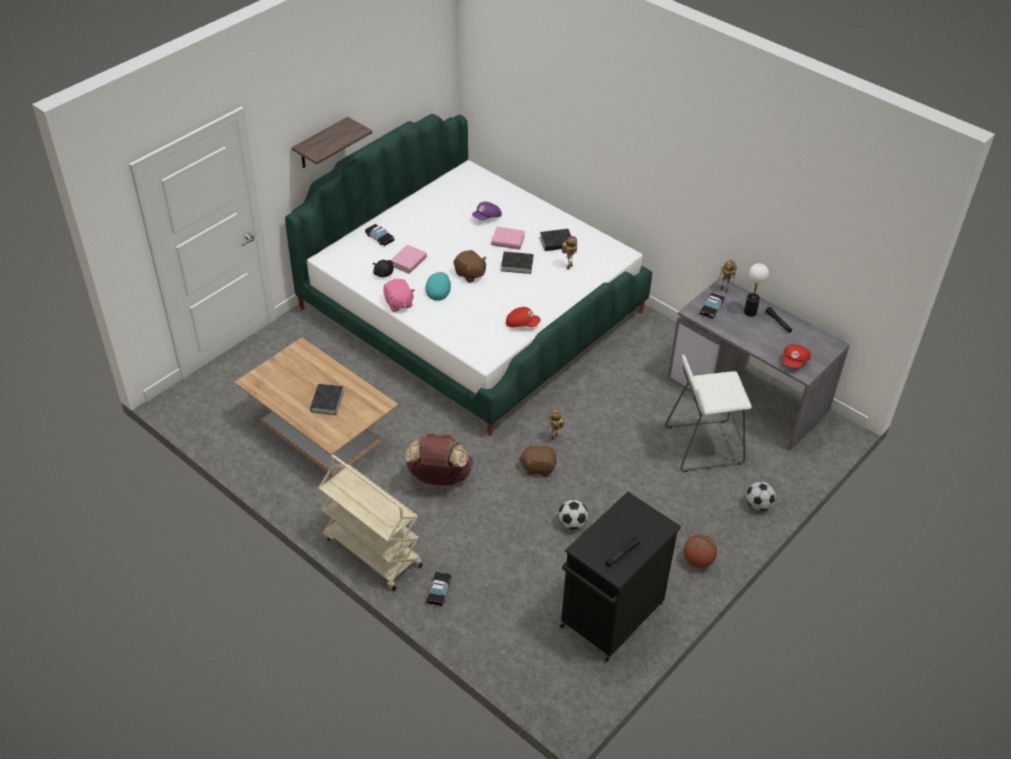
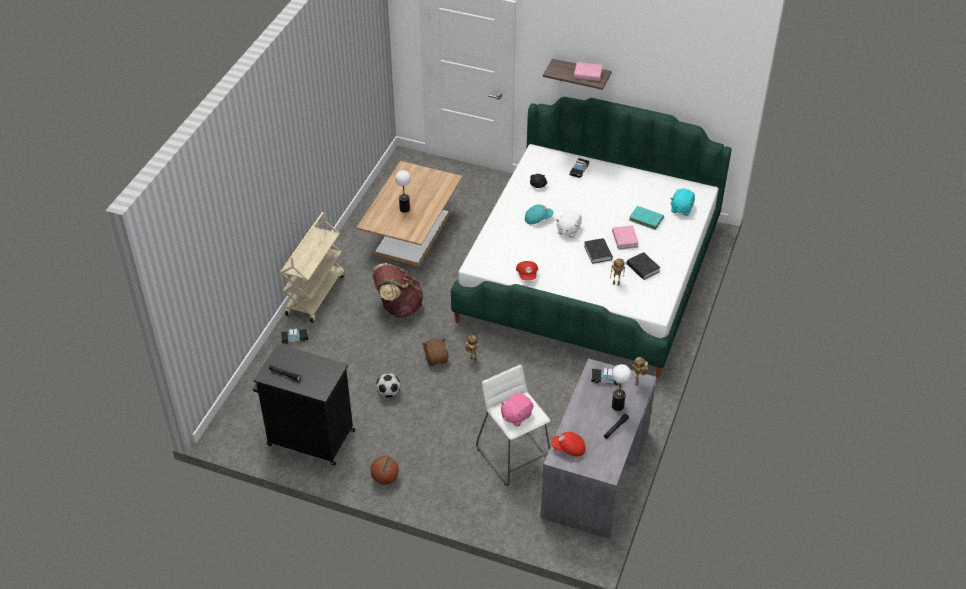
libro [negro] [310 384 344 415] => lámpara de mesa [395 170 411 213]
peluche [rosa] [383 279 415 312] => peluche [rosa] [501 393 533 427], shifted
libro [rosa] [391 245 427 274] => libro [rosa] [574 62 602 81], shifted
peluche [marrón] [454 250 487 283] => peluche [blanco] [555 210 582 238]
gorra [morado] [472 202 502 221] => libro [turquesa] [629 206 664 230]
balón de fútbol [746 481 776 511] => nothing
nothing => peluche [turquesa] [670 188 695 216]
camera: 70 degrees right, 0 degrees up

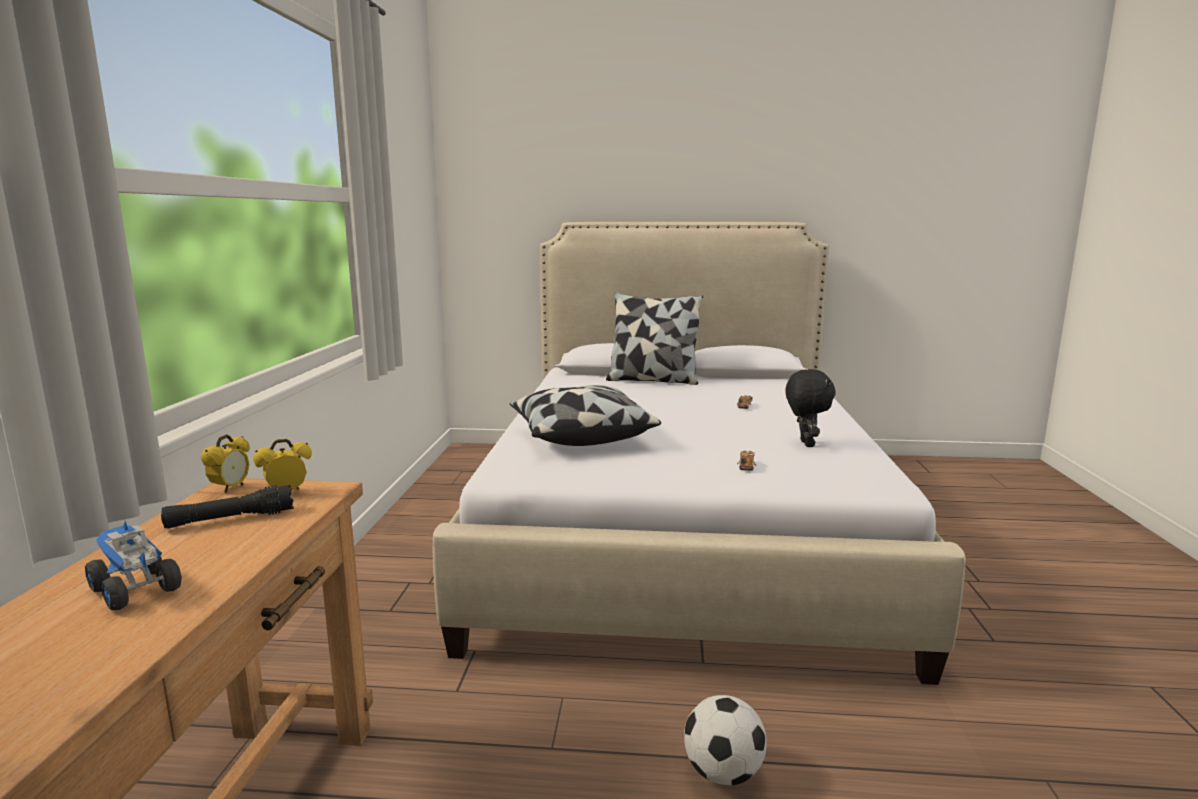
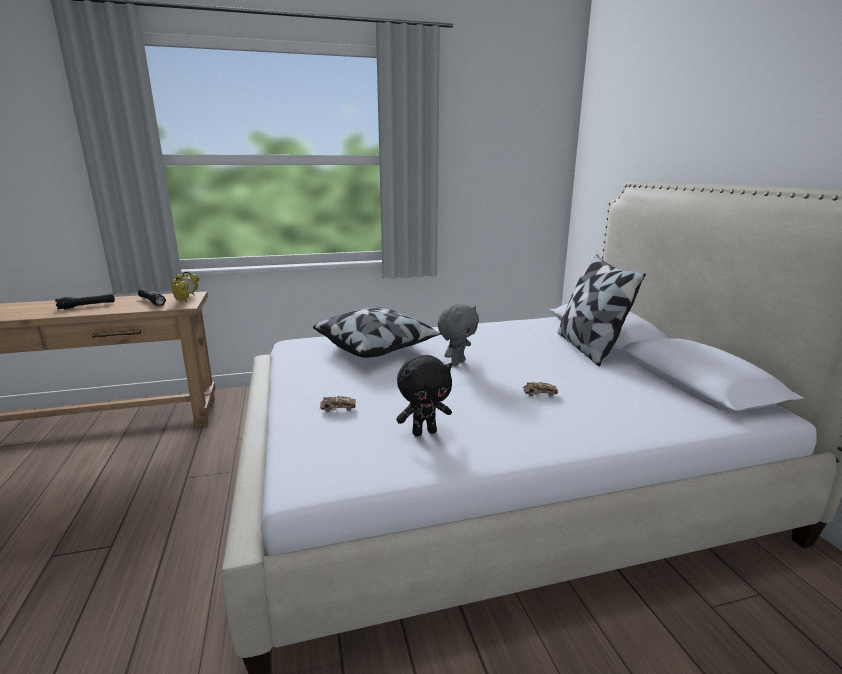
camión de juguete [85 520 182 611] => linterna [negro] [55 294 115 309]
balón de fútbol [684 695 767 785] => nothing
nothing => peluche [gris] [437 304 479 366]
camera: 70 degrees right, 5 degrees up

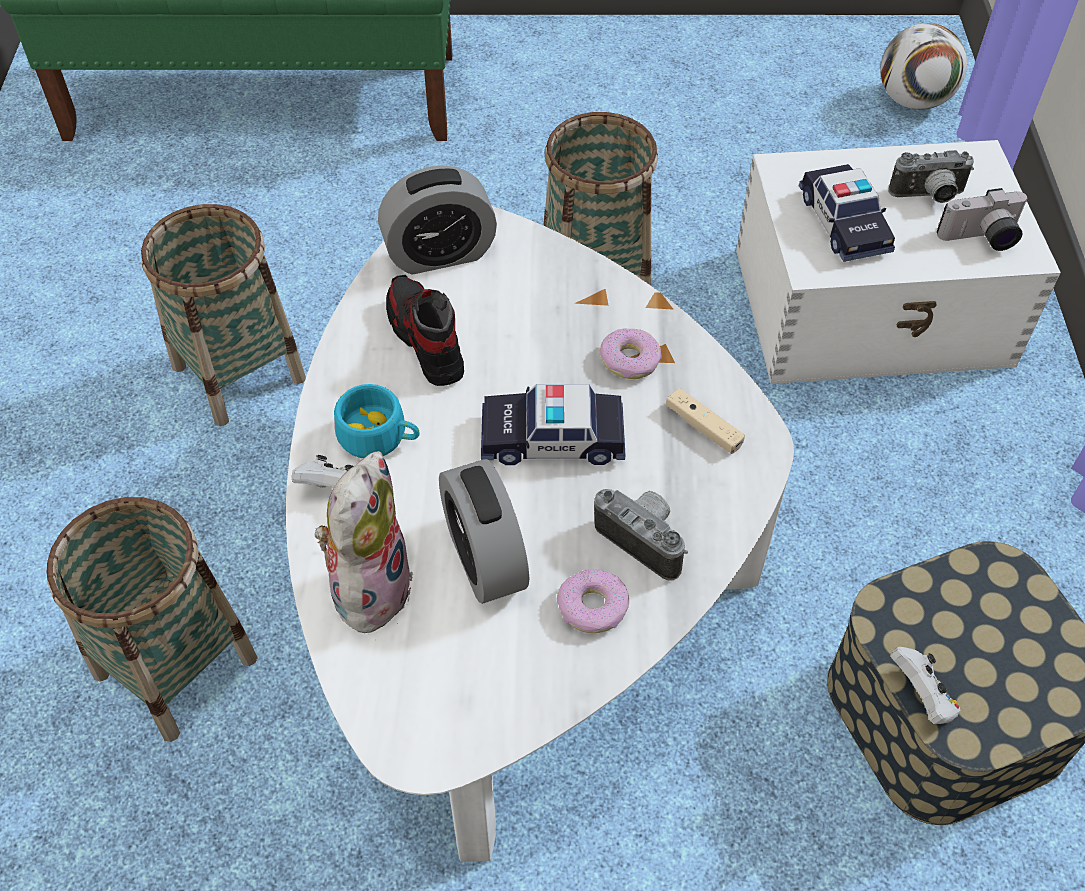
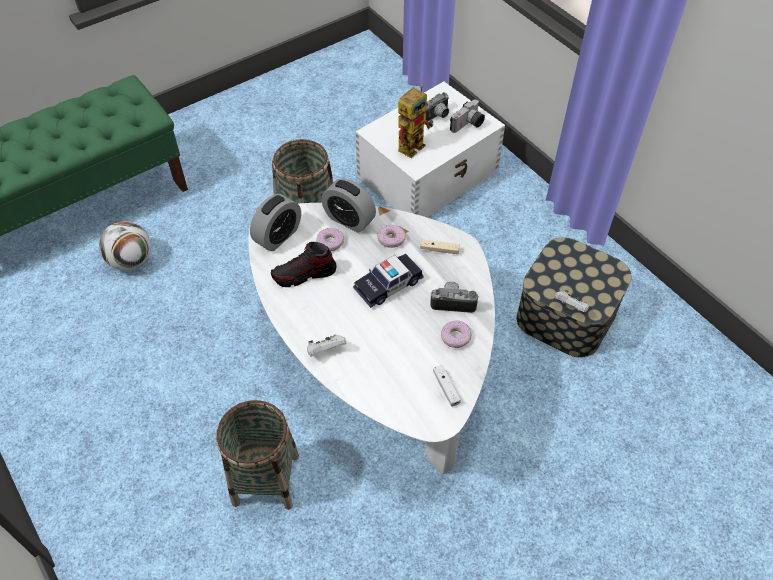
cesta [141 204 306 426] => nothing
peluche [315 451 413 635] => nothing
taza [turquesa] [334 384 419 458] => nothing
zapato [386 275 464 386] => zapato [271 242 337 287], 45 degrees counterclockwise
despertador [439 459 529 604] => despertador [321 179 376 233], shifted
coche de juguete [799 164 895 262] => robot de juguete [398 85 434 158]
balón de fútbol [880 23 967 110] => balón de fútbol [99 221 151 271], shifted
nothing => rosquilla [316 227 344 251]
nothing => mando de consola [blanco] [433 365 461 406]
camera: 35 degrees left, 0 degrees up

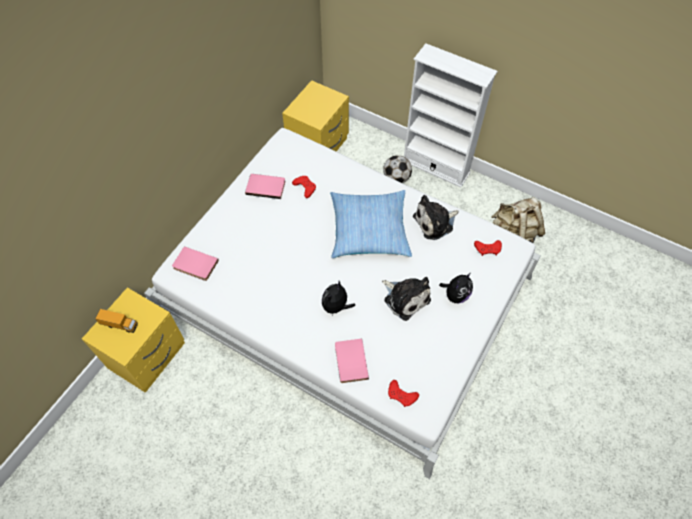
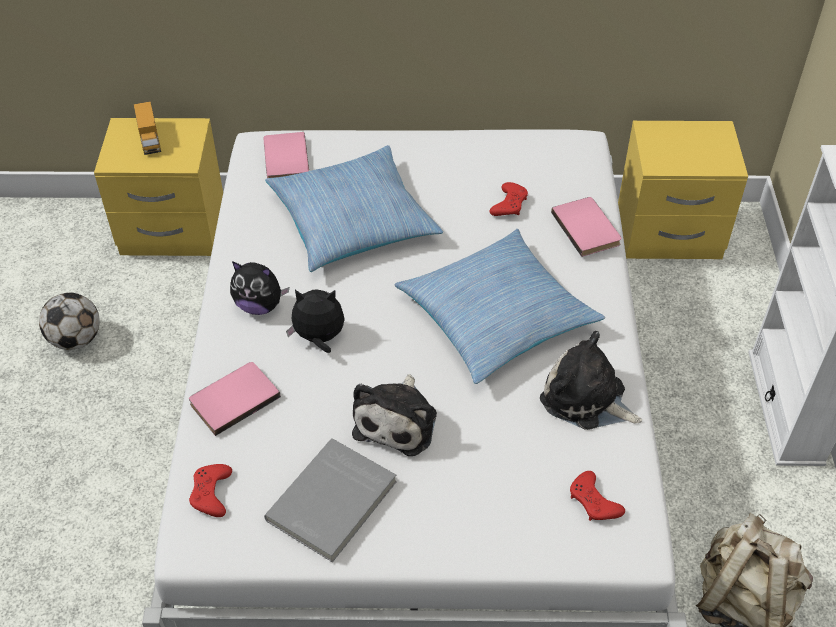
libro [rosa] [245 174 285 199] => libro [rosa] [551 197 621 257], shifted
balón de fútbol [383 155 412 183] => balón de fútbol [39 292 99 350], shifted
peluche [439 273 473 304] => peluche [230 261 289 315], shifted
nothing => libro [gris] [264 438 397 562]
nothing => cojín [265 145 443 272]
camera: 60 degrees right, 10 degrees down

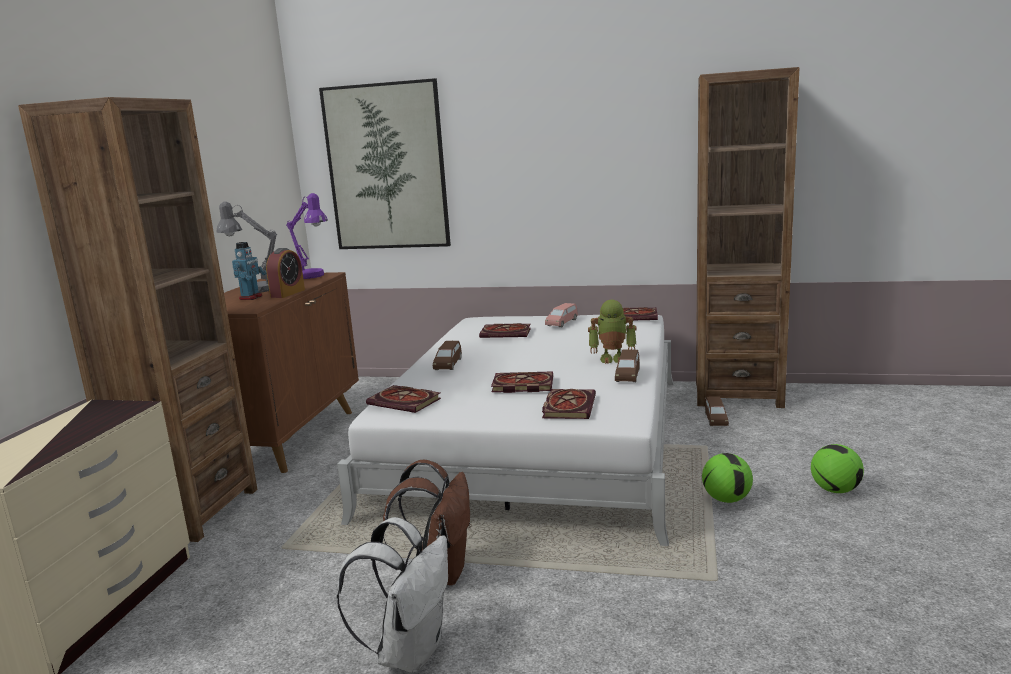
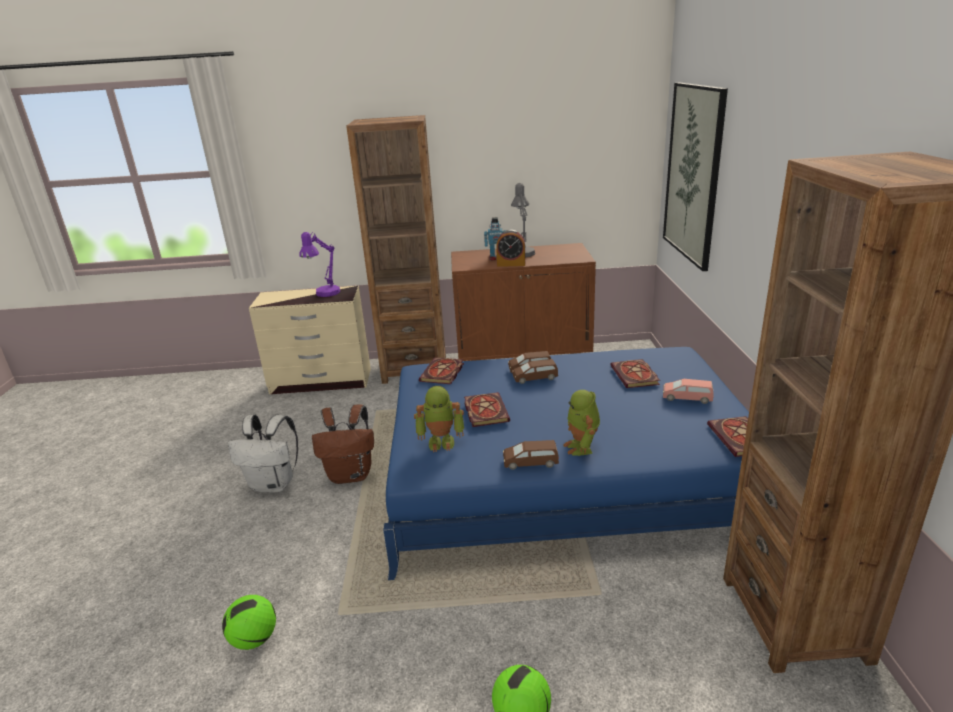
lámpara de mesa [morado] [286 193 328 279] => lámpara de mesa [morado] [299 232 340 297], shifted
cama [blanco] [337 315 674 546] => cama [azul] [383 347 749 580]
libro [542 389 596 419] => robot de juguete [414 386 464 452]
balón de fútbol [702 453 753 503] => balón de fútbol [222 595 276 650], shifted
coche de juguete [marrón] [705 396 729 426] => coche de juguete [marrón] [512 359 558 384], shifted
camera: 75 degrees right, 10 degrees up

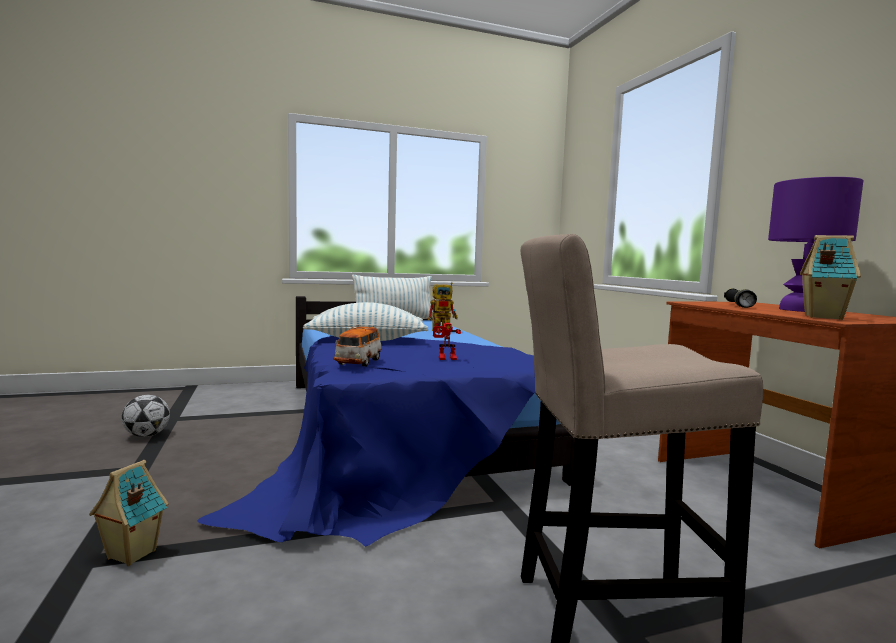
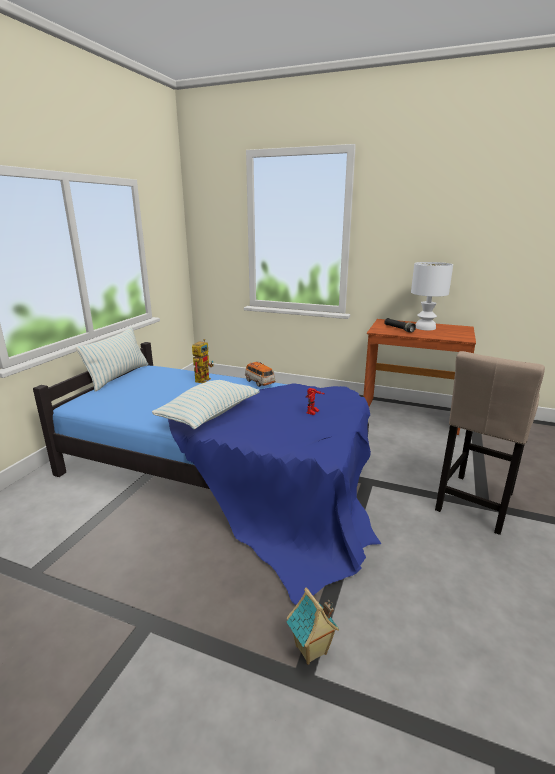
balón de fútbol [122 395 170 437] => nothing
coche de juguete [334 324 382 367] => coche de juguete [245 361 276 387], shifted
lámpara de mesa [morado] [768 177 863 312] => lámpara de mesa [blanco] [411 262 453 330]
casita [800 235 861 320] => nothing
camera: 50 degrees left, 15 degrees up

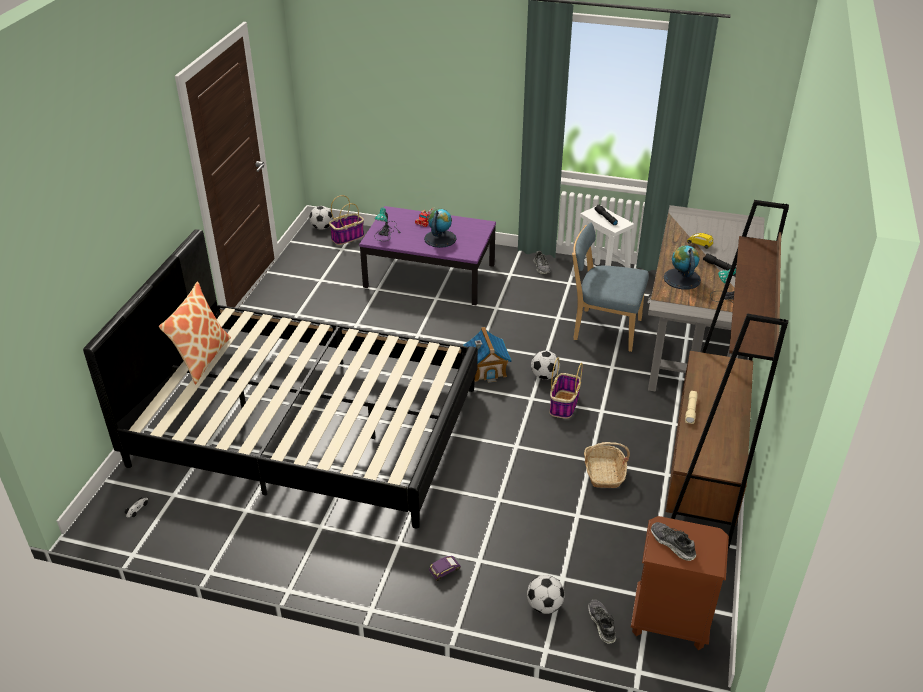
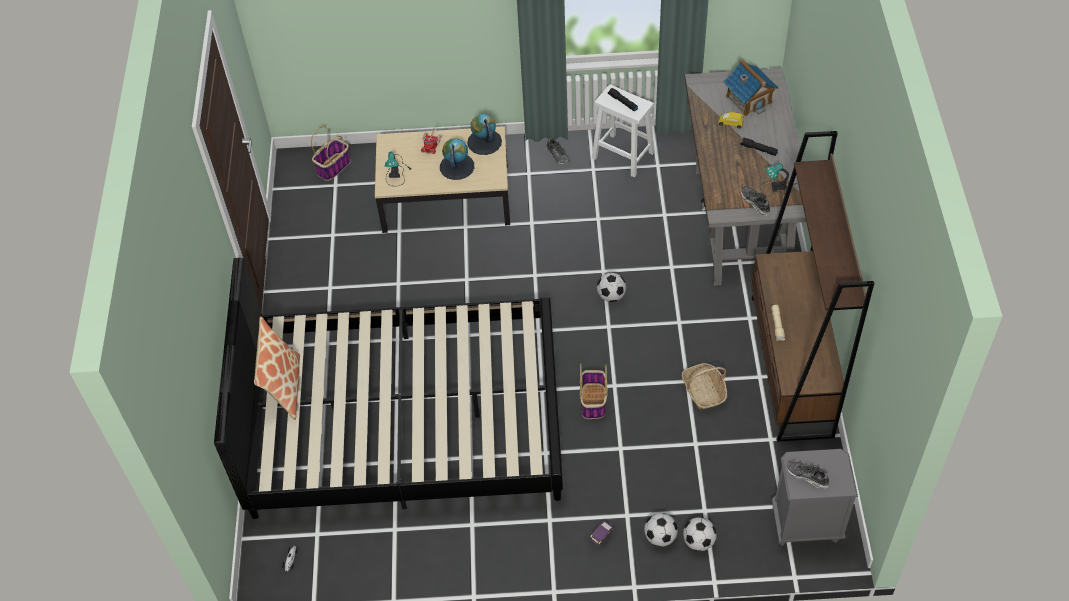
balón de fútbol [309 206 333 230] => balón de fútbol [644 513 678 547], shifted
mesa de centro [morado] [359 206 496 305] => mesa de centro [beis] [375 126 510 233]
casita [463 327 512 383] => casita [724 59 778 116], shifted
cesta [550 357 583 418] => cesta [580 363 607 419], shifted
silla [azul] [572 223 649 352] => nothing
zapato [588 599 616 644] => zapato [741 186 771 216], shifted
mesita de noche [marrón] [631 516 729 650] => mesita de noche [gris] [772 449 858 546]
globo terráqueo [664 245 701 289] => globo terráqueo [467 114 502 155], shifted
camera: 15 degrees left, 15 degrees up

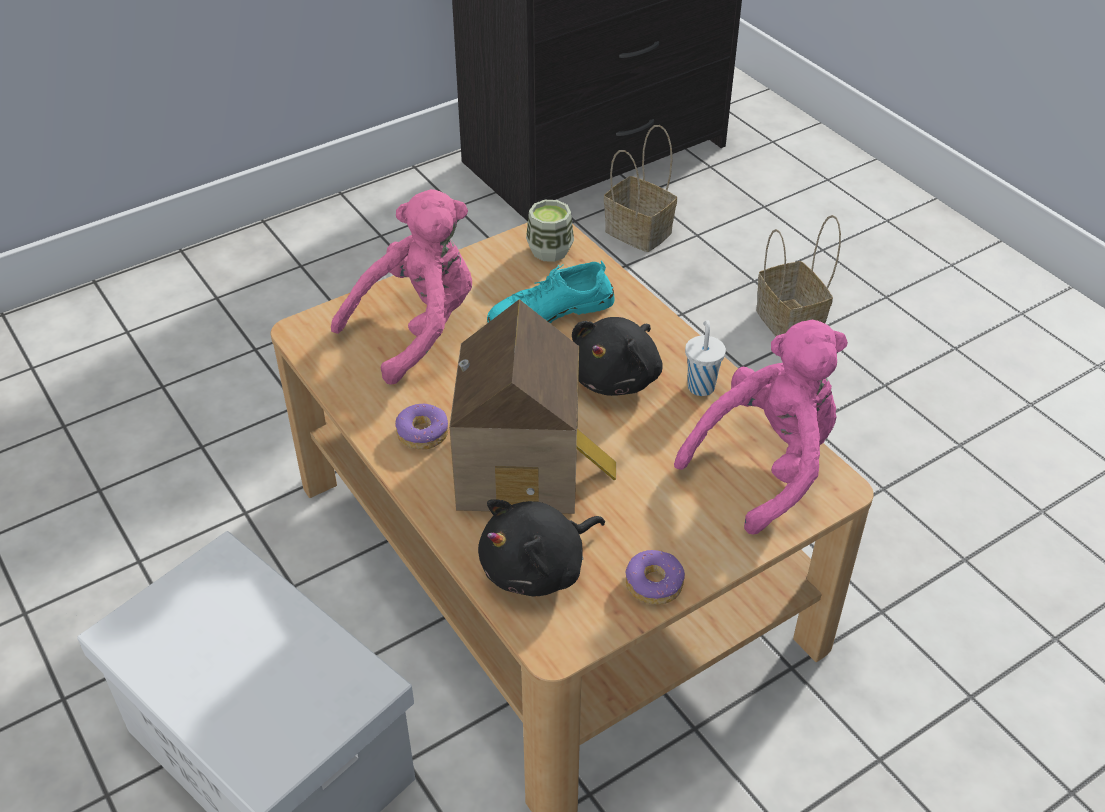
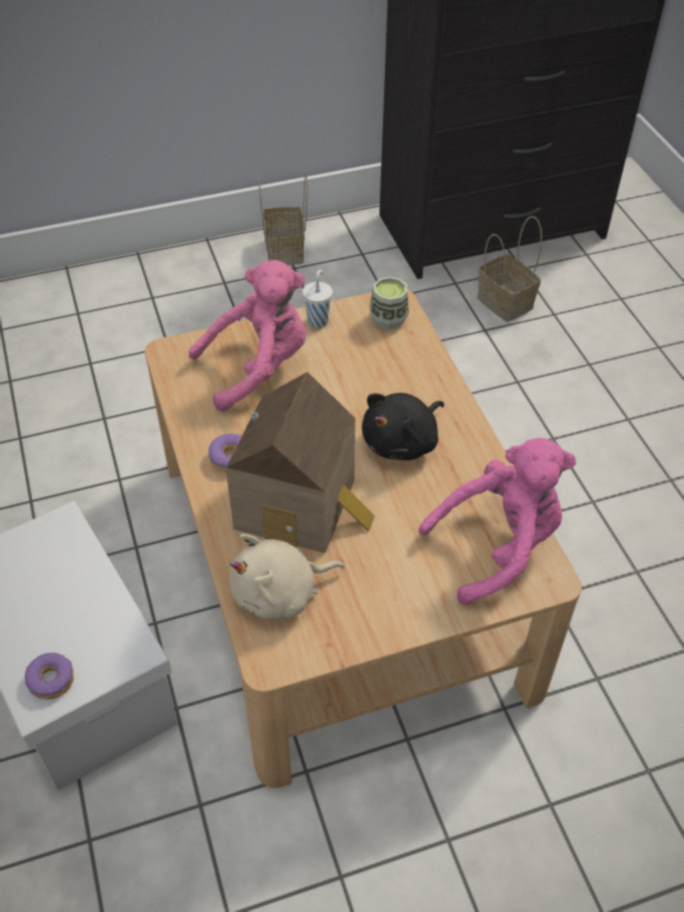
peluche [negro] [478 499 605 596] => peluche [beis] [229 534 345 619]
zapato [turquesa] [487 260 615 323] => nothing
rosquilla [626 550 685 605] => rosquilla [24 653 74 700], shifted
taza [blanco] [685 320 726 396] => taza [blanco] [302 270 333 328], shifted
cesta [756 215 841 336] => cesta [258 171 307 265], shifted
camera: 15 degrees right, 5 degrees up

